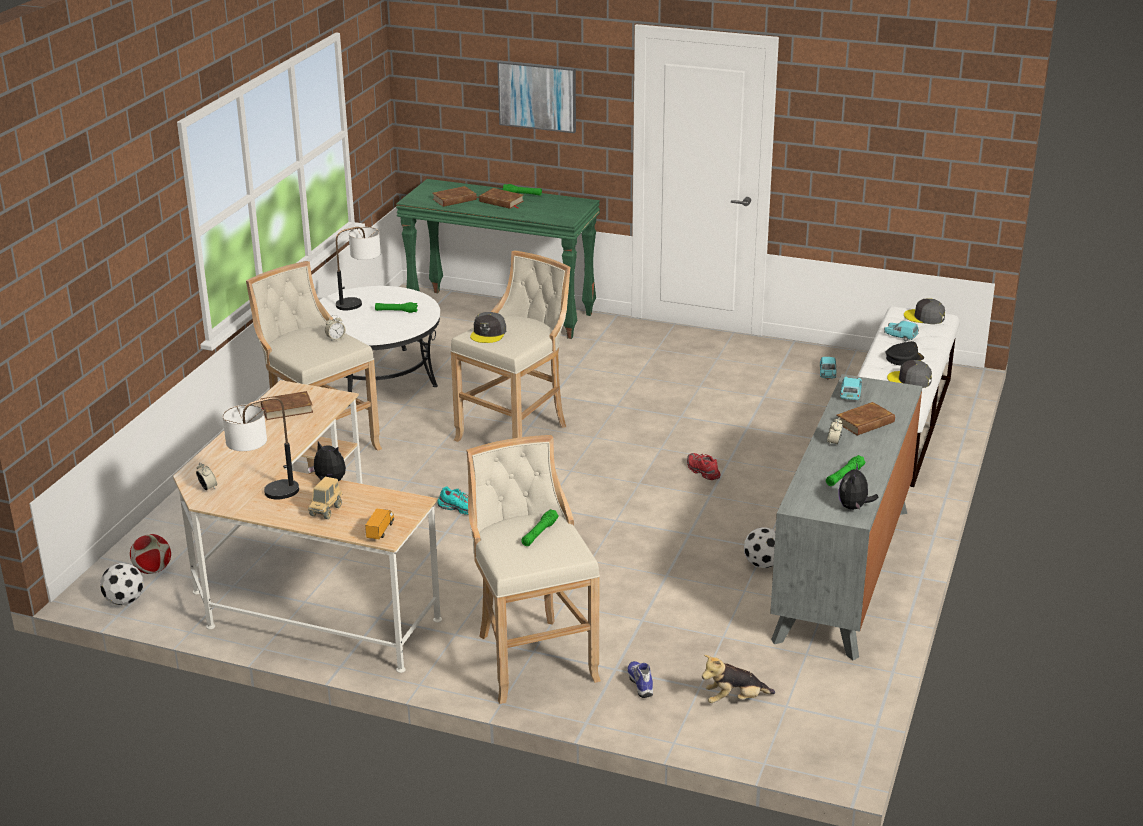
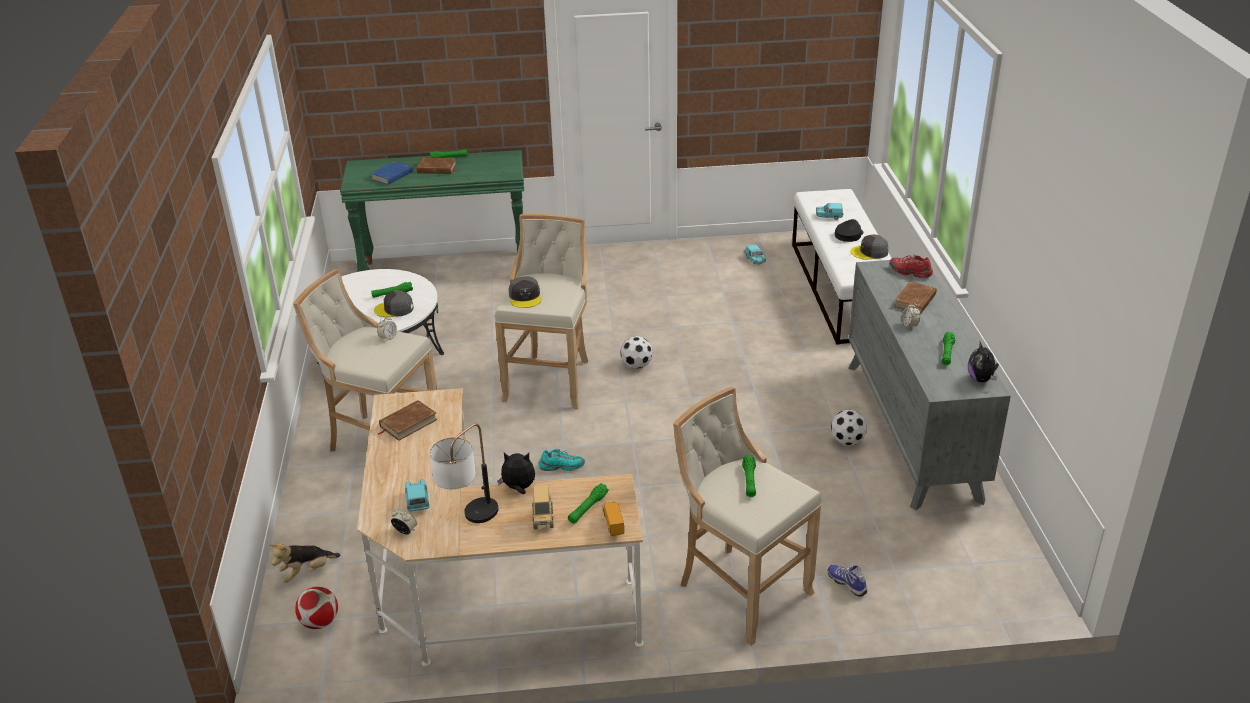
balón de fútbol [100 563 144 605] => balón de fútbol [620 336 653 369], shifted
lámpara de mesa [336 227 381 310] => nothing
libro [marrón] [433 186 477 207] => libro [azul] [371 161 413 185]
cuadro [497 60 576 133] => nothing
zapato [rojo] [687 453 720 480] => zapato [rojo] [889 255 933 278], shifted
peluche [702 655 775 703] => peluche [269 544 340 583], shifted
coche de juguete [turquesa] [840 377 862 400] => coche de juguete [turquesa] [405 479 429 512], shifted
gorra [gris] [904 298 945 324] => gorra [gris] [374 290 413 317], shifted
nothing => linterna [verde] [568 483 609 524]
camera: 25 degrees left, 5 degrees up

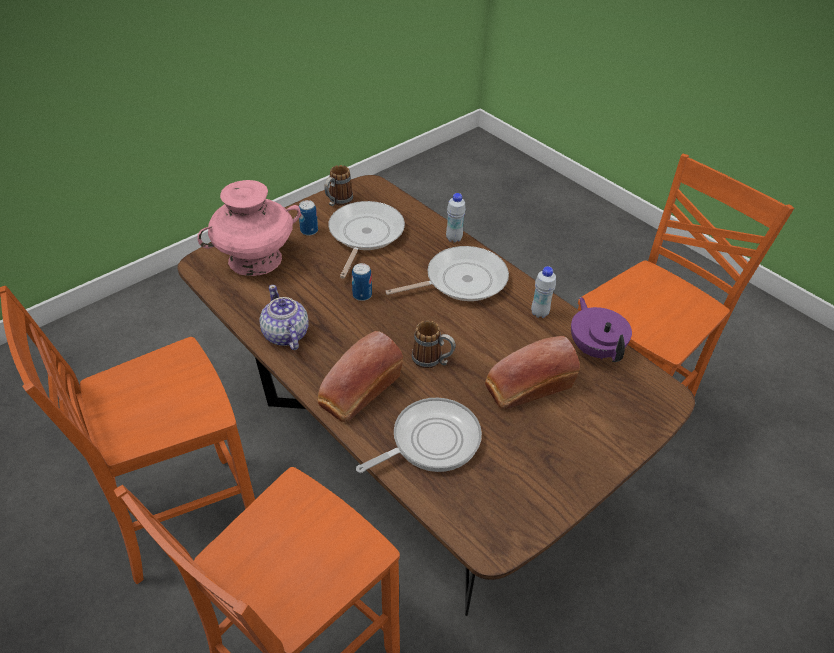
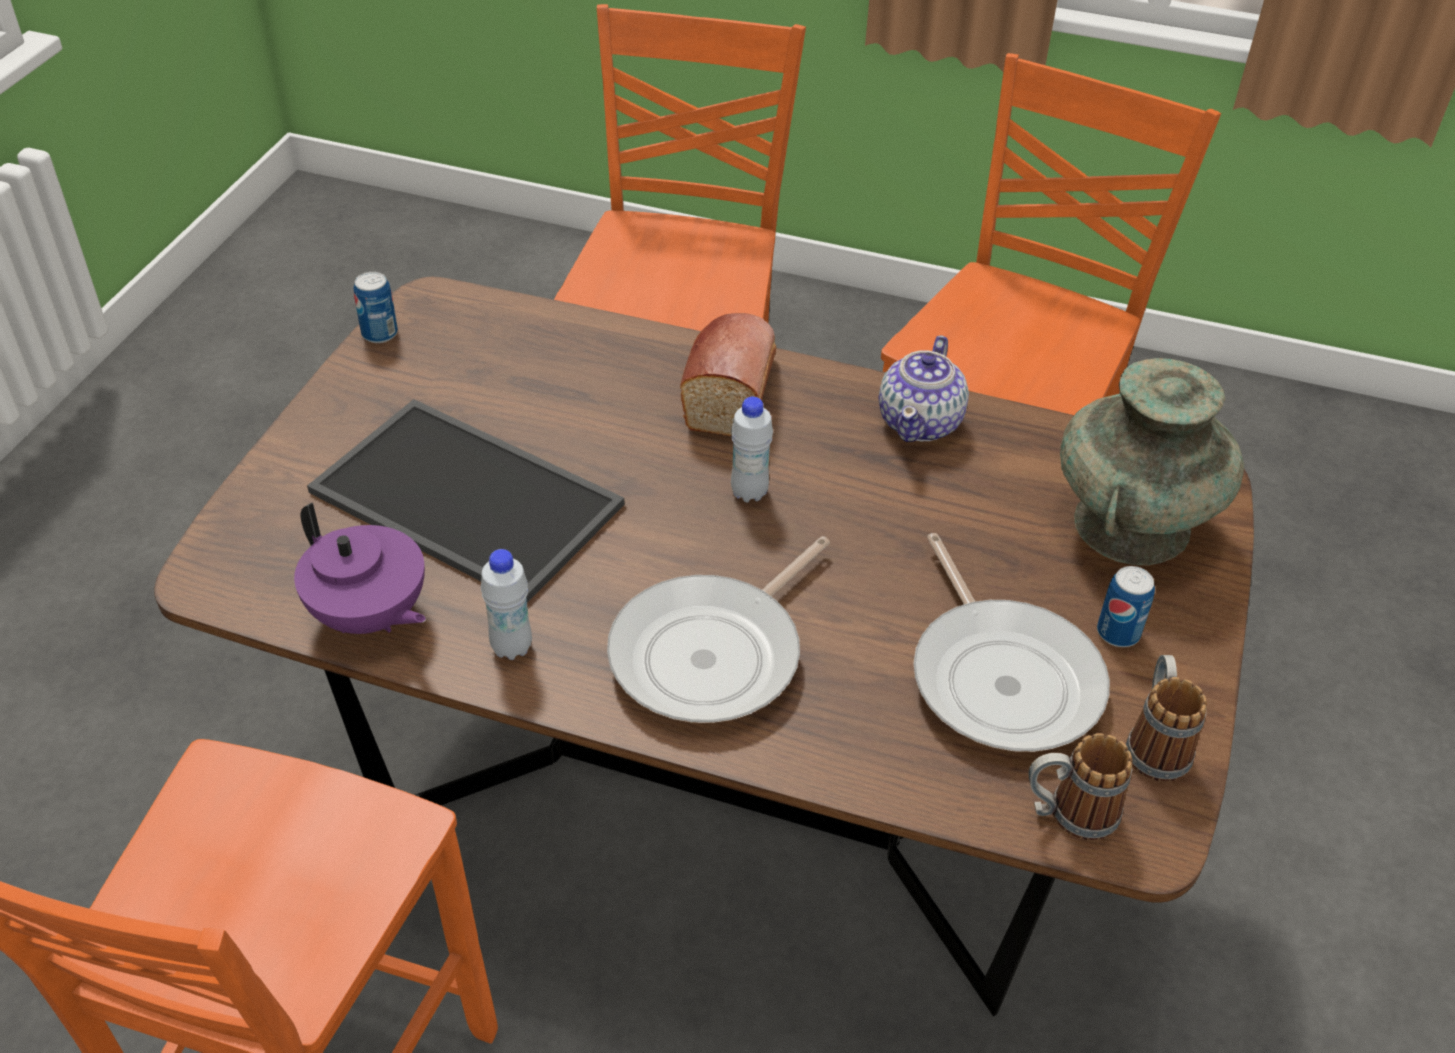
florero [rosa] [198 180 300 276] => florero [turquesa] [1060 358 1244 566]
tetera [260 285 309 350] => tetera [879 335 969 442], 75 degrees clockwise
lata [352 263 372 301] => lata [354 272 398 343], shifted
sartén [356 398 482 473] => nothing
taza grande [412 320 456 368] => taza grande [1029 733 1133 841], shifted
botella [blanco] [446 193 466 243] => botella [blanco] [731 397 773 503], shifted
pan [485 336 580 409] => bandeja [307 399 625 603]
camera: 150 degrees right, 0 degrees up

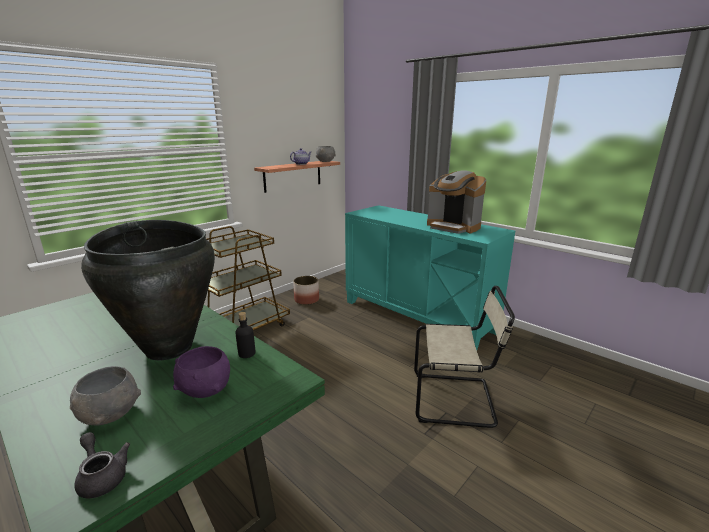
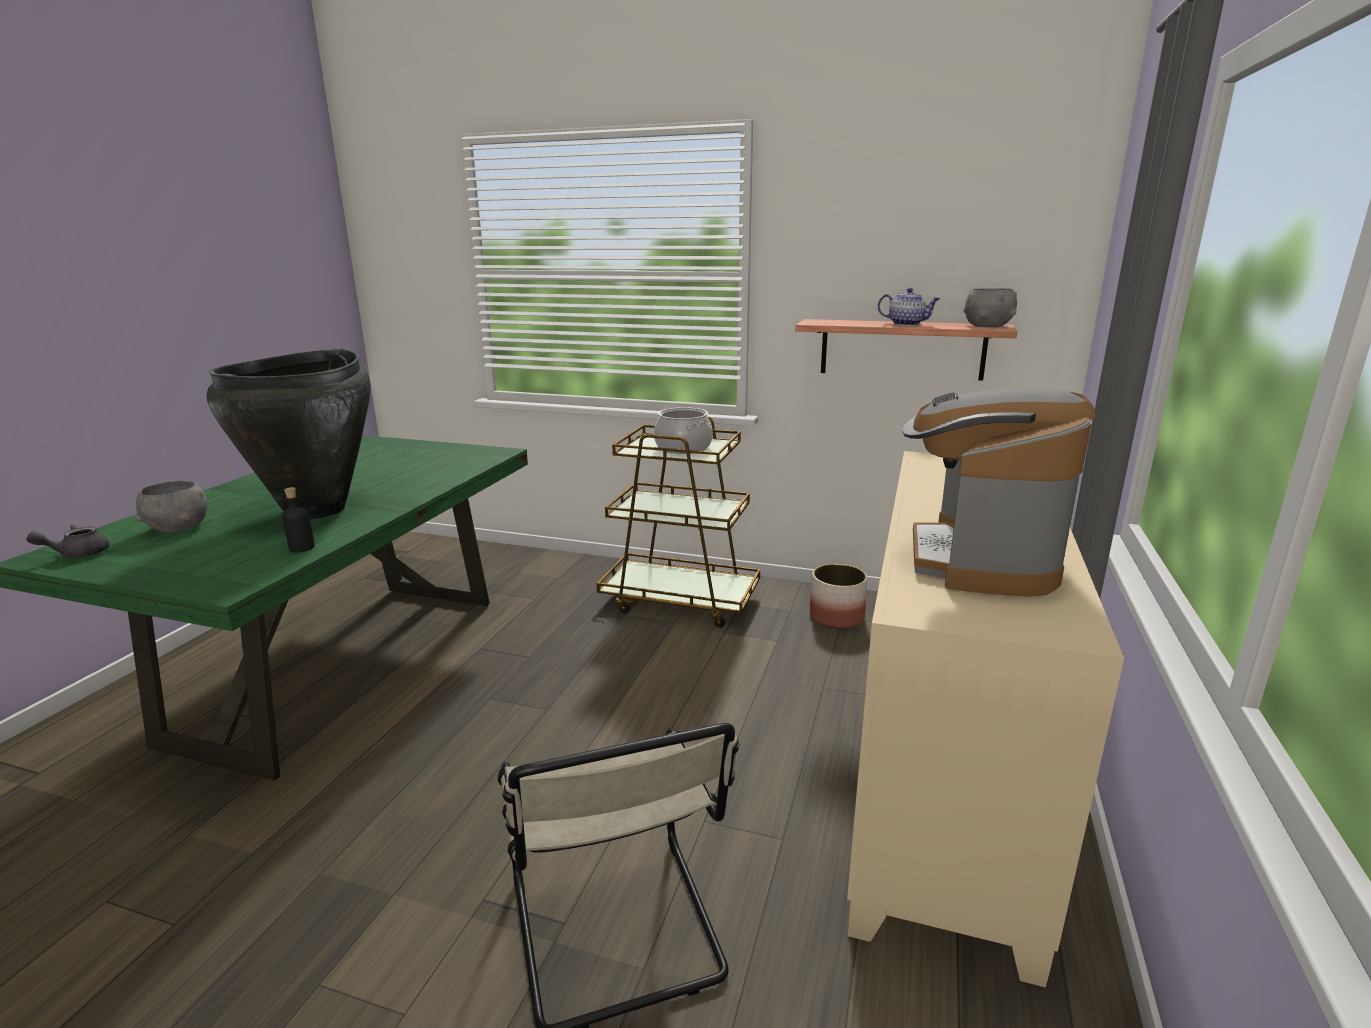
tetera [gris] [74 432 130 499] => tetera [gris] [26 524 109 558], 150 degrees counterclockwise
cuenco [morado] [173 346 230 398] => nothing
armario [turquesa] [345 205 515 350] => armario [beis] [847 451 1124 987]
nothing => olla [654 407 713 454]
camera: 65 degrees right, 0 degrees up

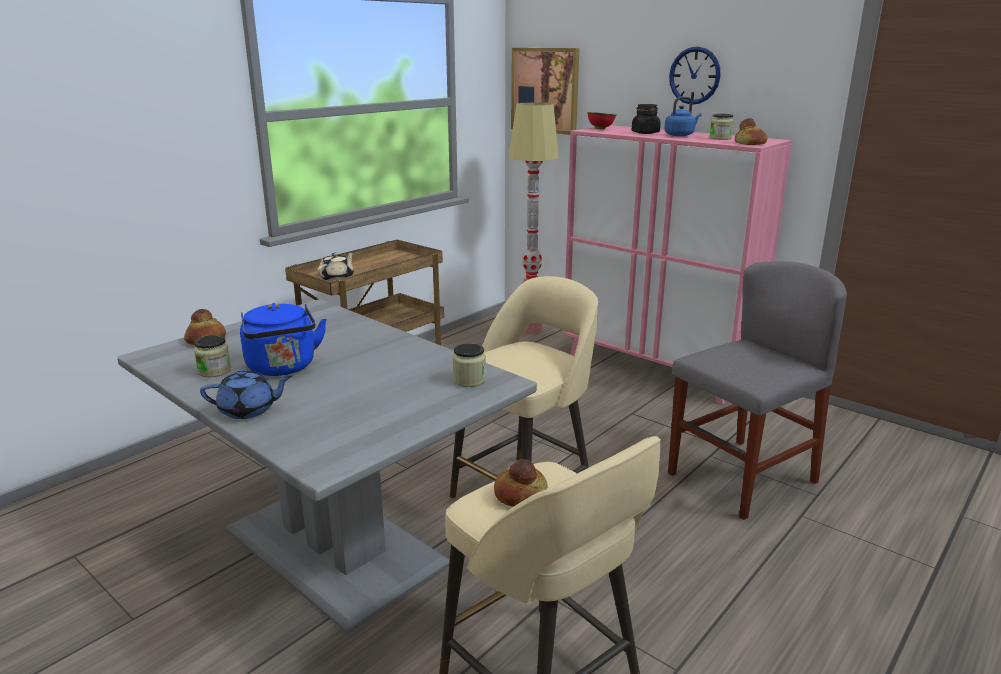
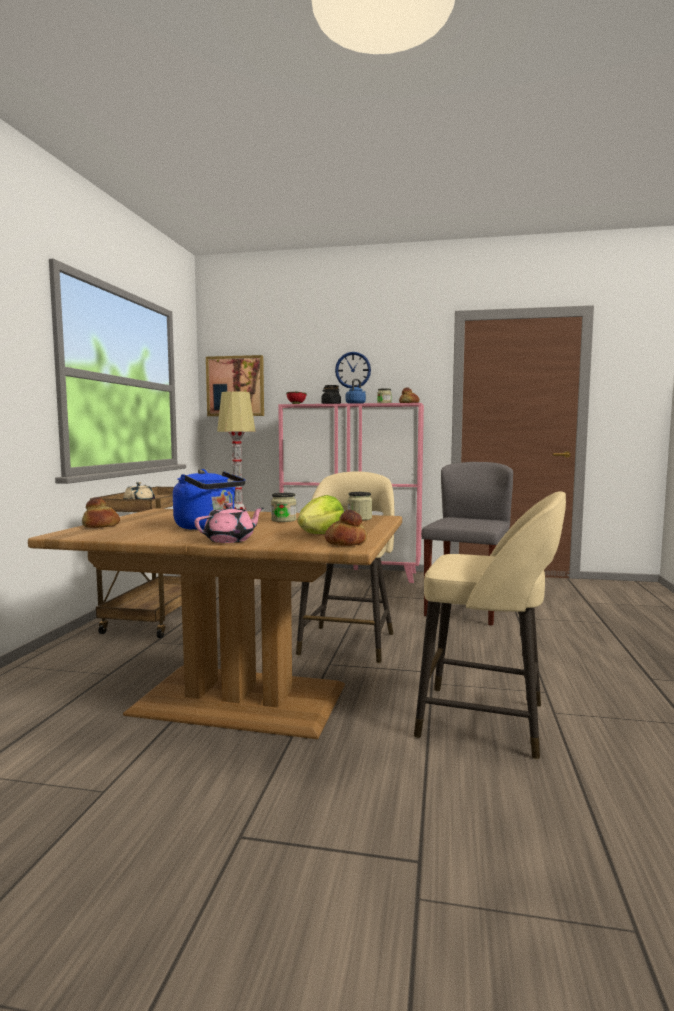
mesa de comedor [gris] [117 299 537 633] => mesa de comedor [marrón] [28 508 402 739]
tarro [194 335 231 377] => tarro [271 493 296 522], shifted
tetera [azul] [200 370 292 419] => tetera [rosa] [195 503 264 543]
pan [494 459 548 507] => pan [325 510 367 546], shifted
nothing => lechuga [298 495 344 534]
camera: 30 degrees left, 15 degrees down

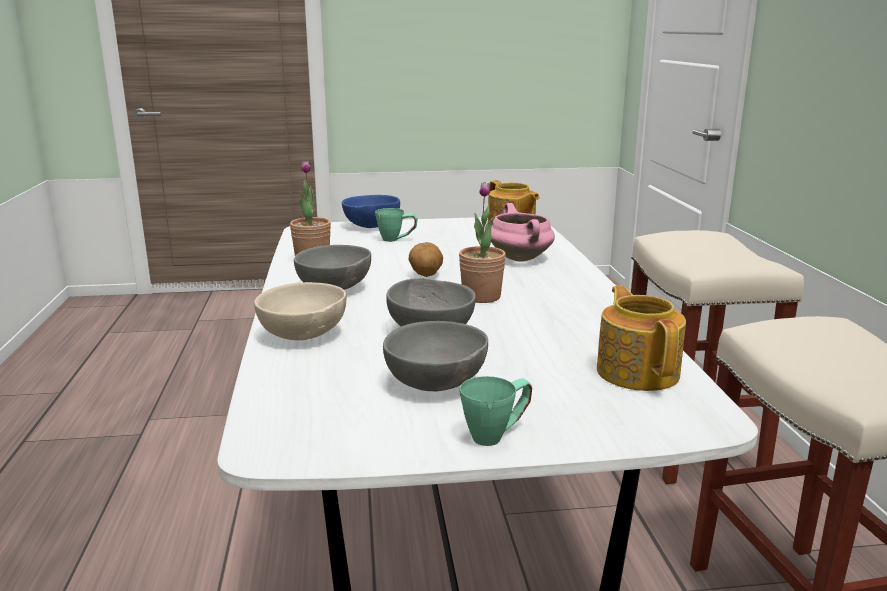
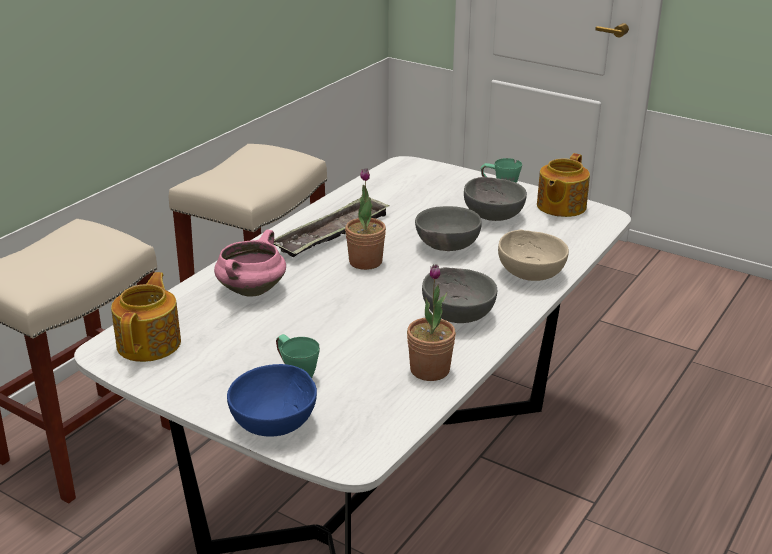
patata [409 242 443 277] => nothing
tetera [597 285 686 391] => tetera [537 153 590 217], shifted
nothing => bandeja [274 197 390 257]
camera: 140 degrees left, 10 degrees up

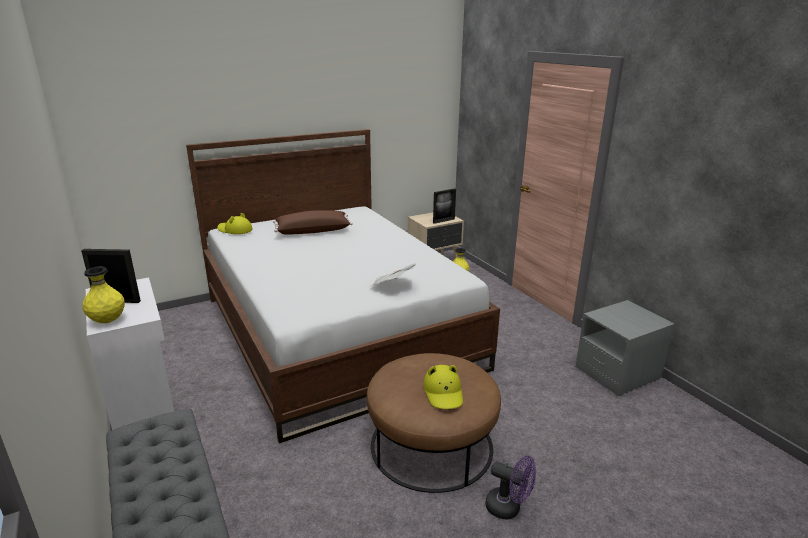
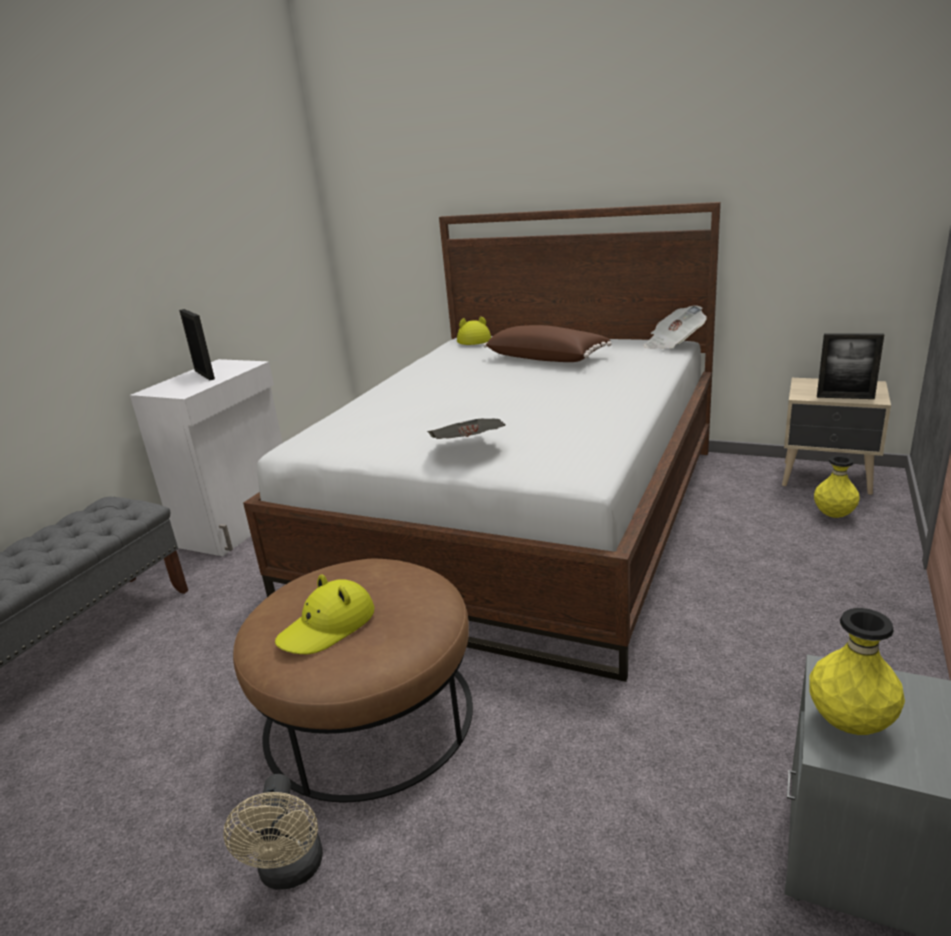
florero [amarillo] [82 267 125 323] => florero [amarillo] [809 608 905 735], shifted
ventilador [morado] [486 456 536 520] => ventilador [beis] [223 774 323 890]
nothing => periódico [643 305 707 349]
camera: 55 degrees right, 0 degrees up

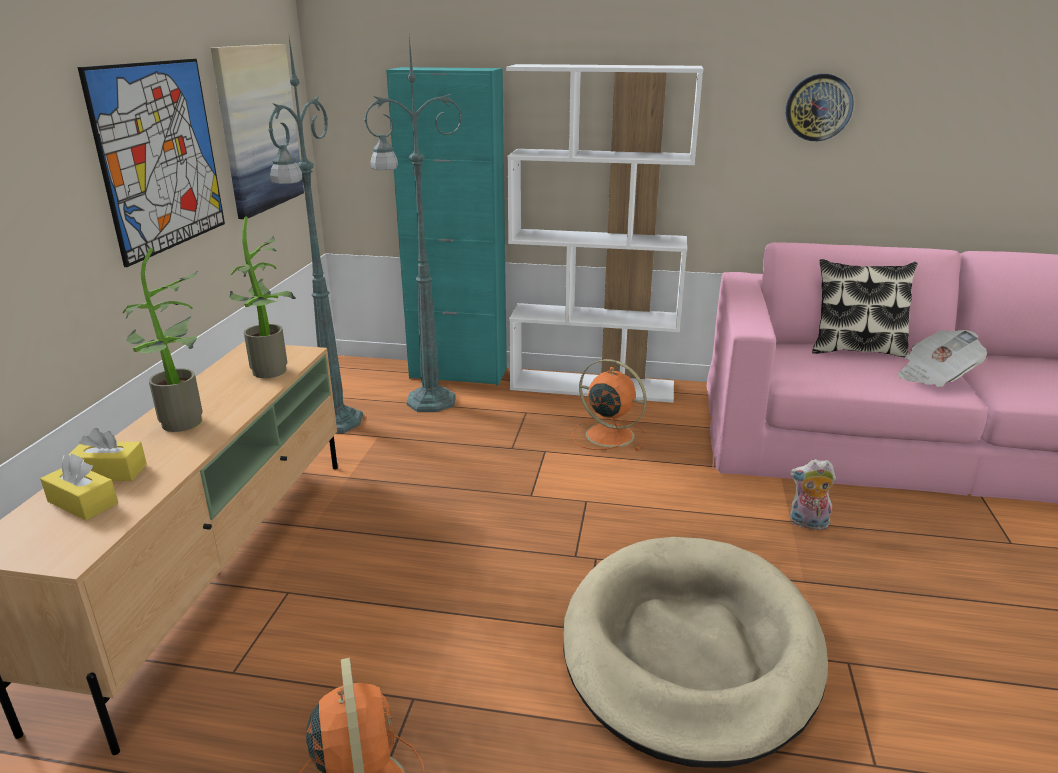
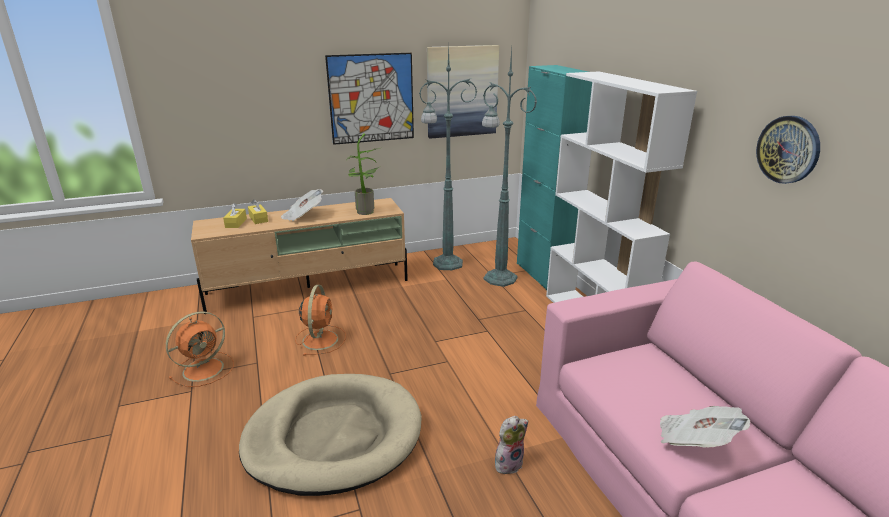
planta en maceta [122 248 202 432] => periódico [281 189 324 221]
ventilador [naranja] [572 359 647 451] => ventilador [naranja] [295 285 346 356], shifted
peluche [790 459 836 530] => peluche [495 416 528 474], 75 degrees clockwise
cojín [812 259 918 357] => nothing
camera: 60 degrees right, 0 degrees up

